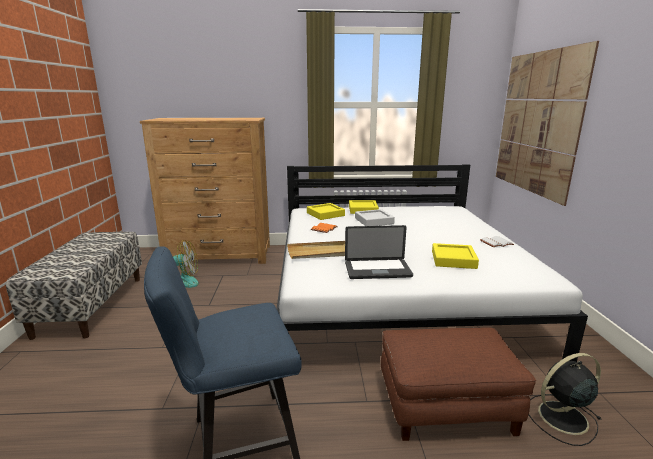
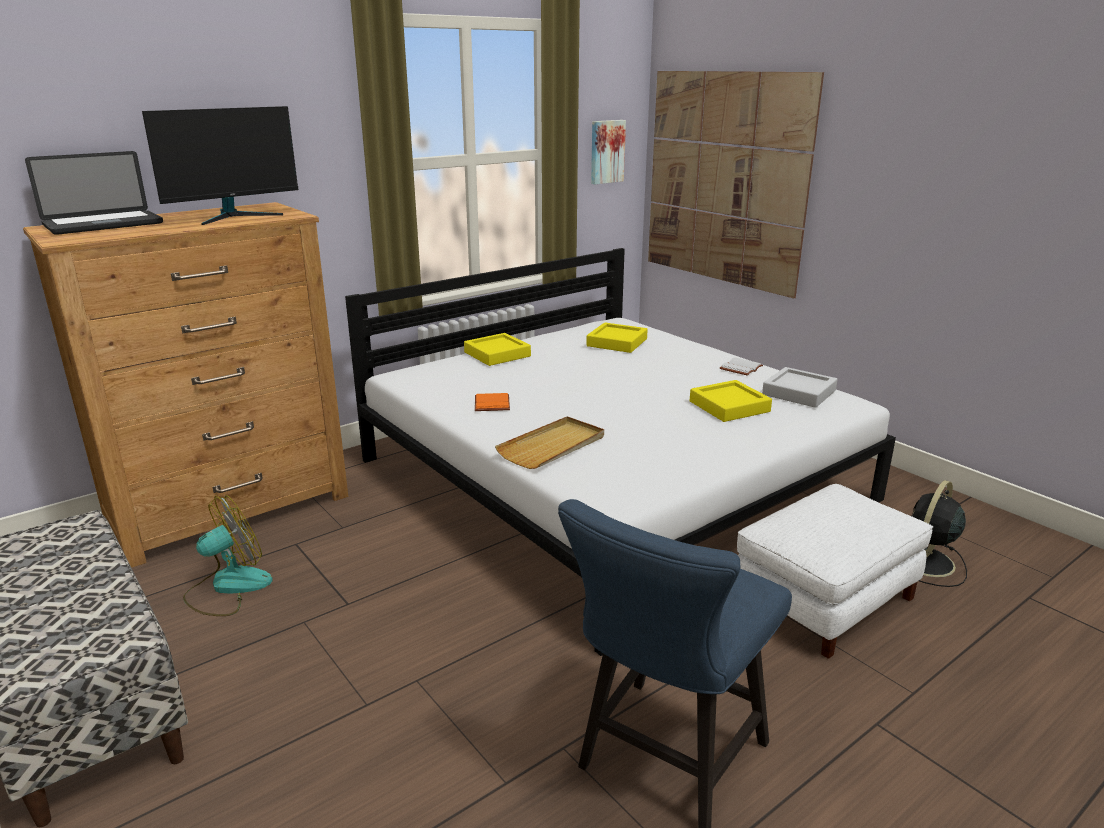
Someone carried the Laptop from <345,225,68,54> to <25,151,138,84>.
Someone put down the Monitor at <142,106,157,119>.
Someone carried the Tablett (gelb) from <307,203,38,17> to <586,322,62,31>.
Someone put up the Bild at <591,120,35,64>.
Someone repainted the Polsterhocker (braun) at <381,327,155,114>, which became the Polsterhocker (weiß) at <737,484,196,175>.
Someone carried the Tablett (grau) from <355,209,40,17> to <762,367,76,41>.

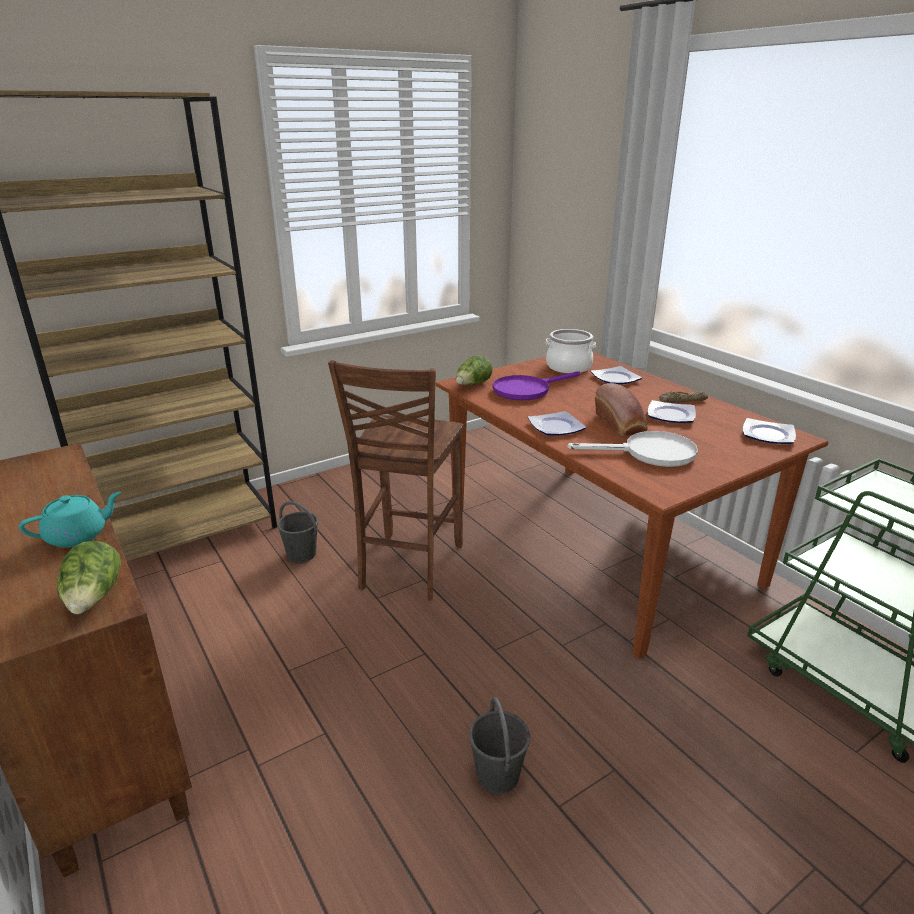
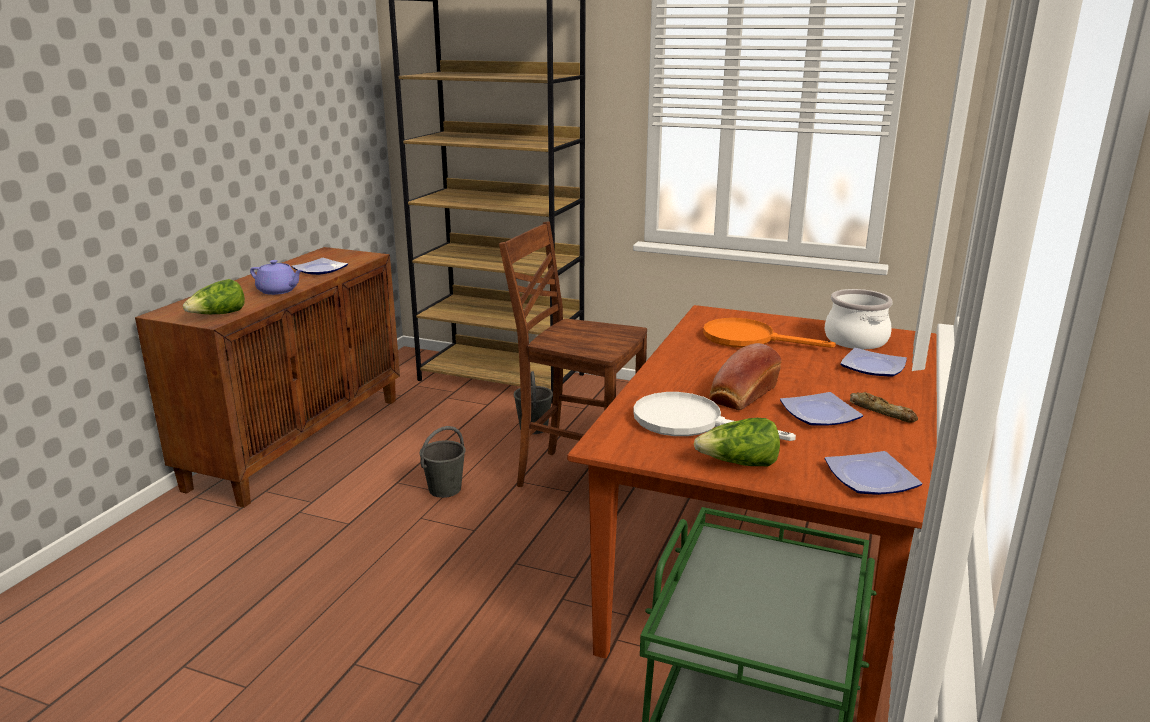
Someone repainted the Teekanne (türkis) at <19,492,102,55>, which became the Teekanne (lila) at <250,260,53,35>.
Someone carried the Teller from <528,411,58,24> to <291,258,57,17>.
Someone carried the Eimer (grau) from <469,697,61,96> to <419,426,46,72>.
Someone rotated the Stuhl (braun) at <328,360,135,241> by 45 degrees clockwise.
Someone rotated the Pfanne (weiß) at <568,431,130,36> by 150 degrees clockwise.
Someone carried the Salatkopf from <456,355,36,30> to <694,418,86,49>.
Someone repainted the Pfanne (lila) at <493,372,87,28>, which became the Pfanne (orange) at <703,318,133,30>.

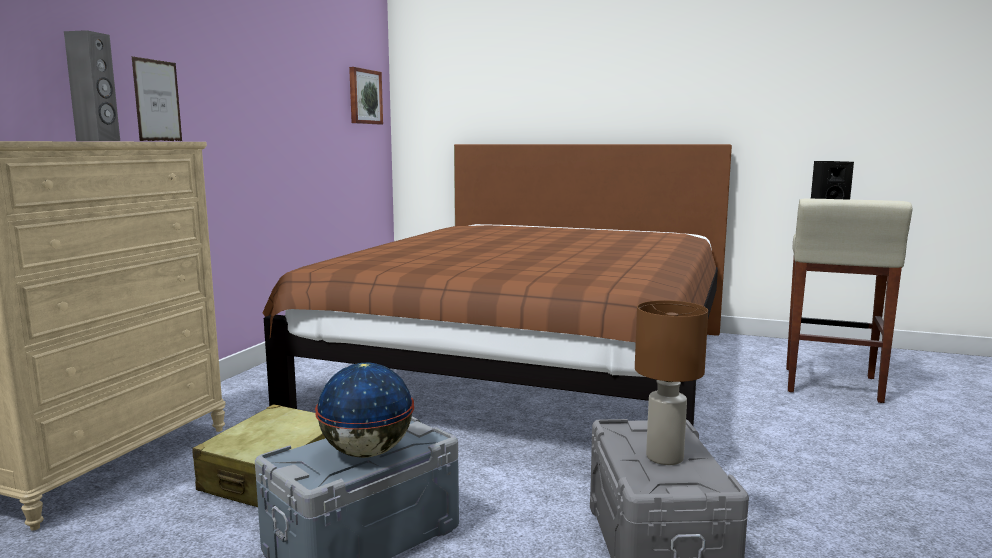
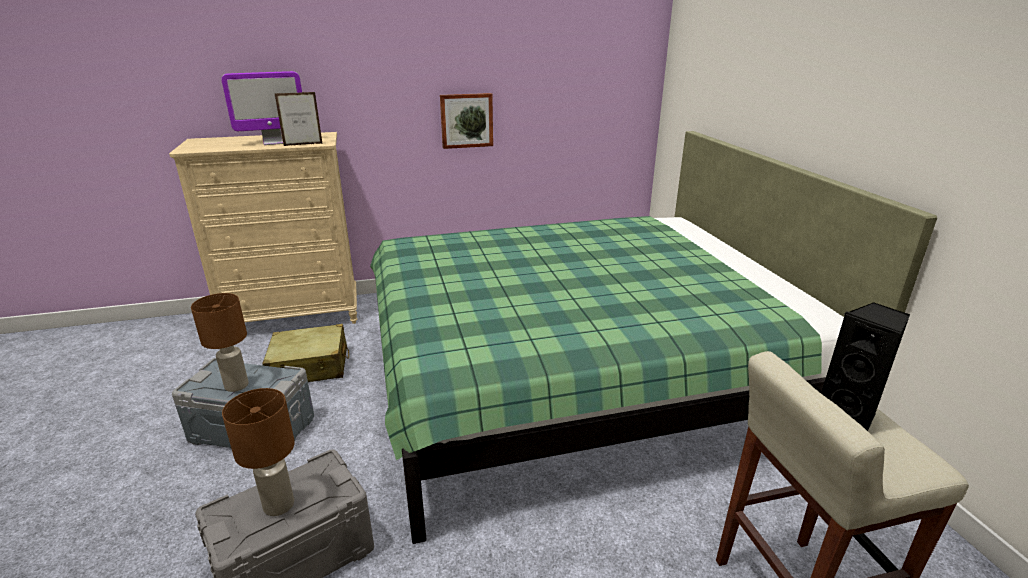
Someone swapped the Globus at <315,363,99,95> for the Tischlampe (braun) at <191,293,58,99>.
Someone swapped the Lautsprecher (grau) at <64,30,56,111> for the Monitor at <221,71,81,74>.
Someone repainted the Bett (braun) at <263,144,469,283>, which became the Bett (grün) at <370,131,567,413>.
Someone carried the Bild from <349,67,34,57> to <440,93,53,56>.

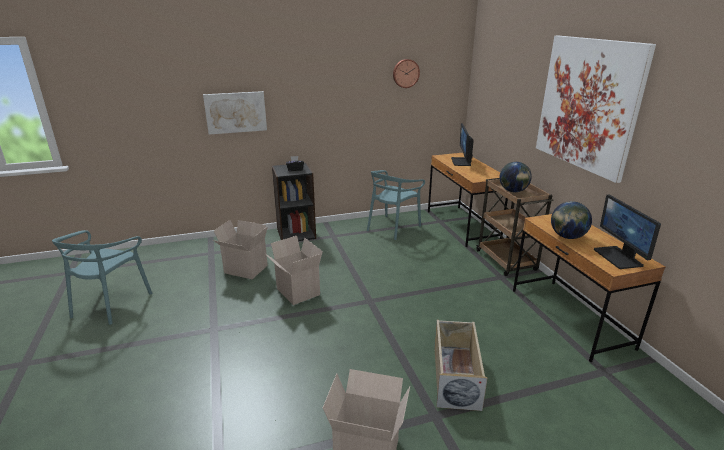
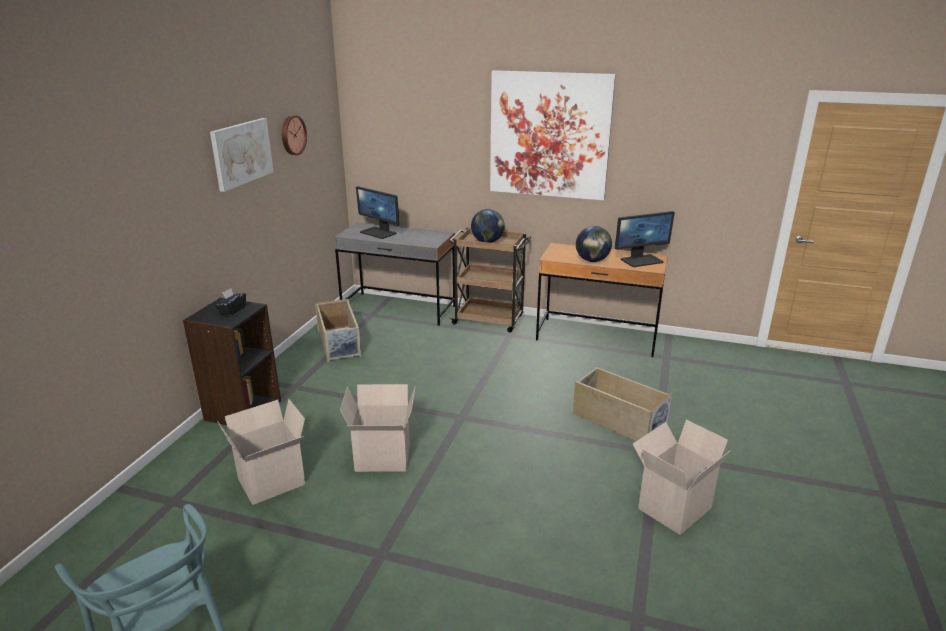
Someone carried the Bild from <203,91,64,43> to <210,118,64,74>.
Someone swapped the Stuhl (türkis) at <367,170,58,70> for the Aufbewahrungsbox (beige) at <315,299,46,63>.
Someone repainted the Schreibtisch (braun) at <428,153,80,94>, which became the Schreibtisch (grau) at <334,223,121,103>.
Someone rotated the Monitor at <594,194,67,75> by 45 degrees counterclockwise.

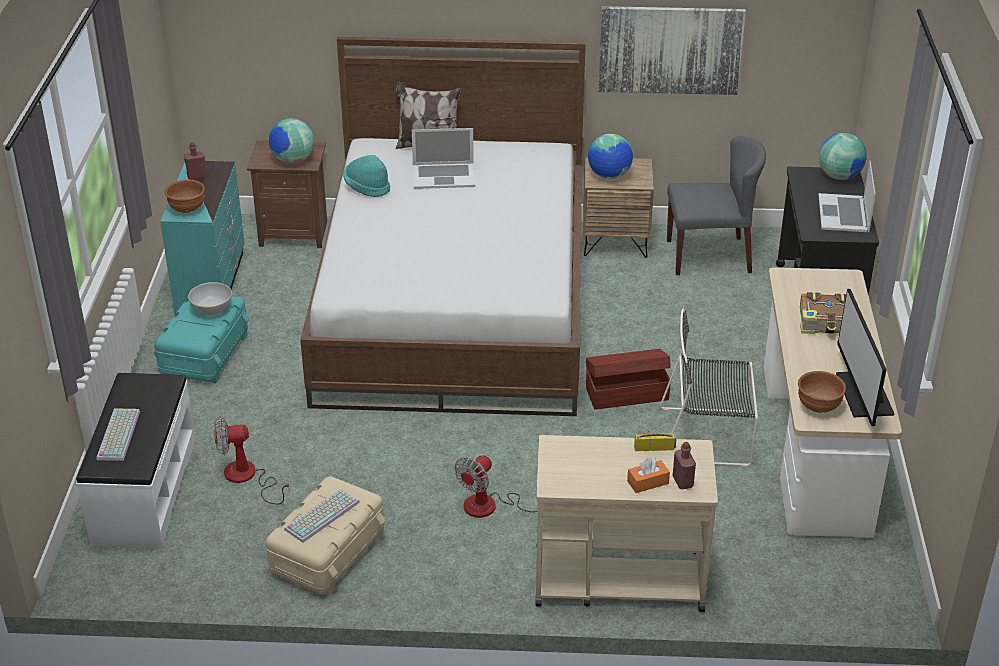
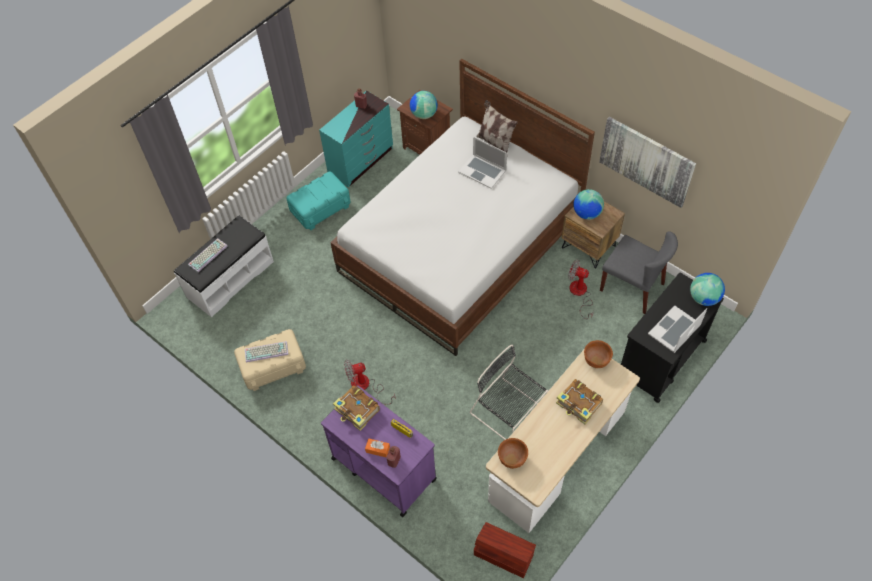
Someone repainted the Rollwagen (beige) at <535,435,183,177>, which became the Rollwagen (lila) at <321,385,115,132>.
Someone put down the Buch at <333,385,47,46>.
Someone carried the Aufbewahrungsbox (braun) from <586,349,85,61> to <474,522,62,56>.
Someone carried the Ventilator from <214,416,75,89> to <568,260,26,59>.
Someone carried the Schüssel (braun) from <165,180,40,33> to <584,340,29,28>.
Someone took away the Schüssel (weiß) at <188,282,44,34>.
Someone took away the Hut (türkis) at <343,155,47,42>.
Someone took away the Monitor at <836,289,58,137>.

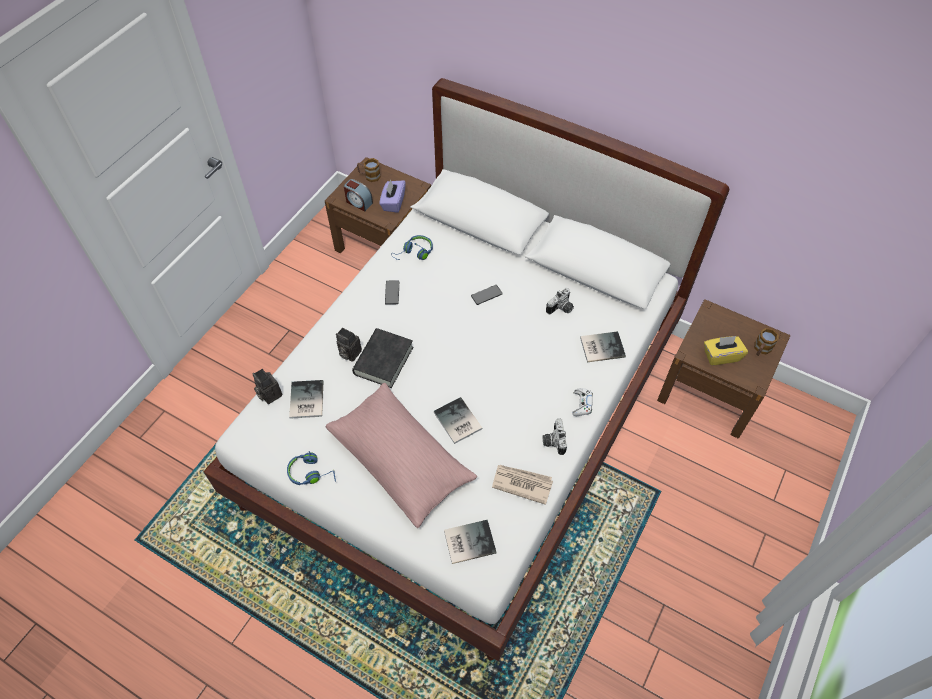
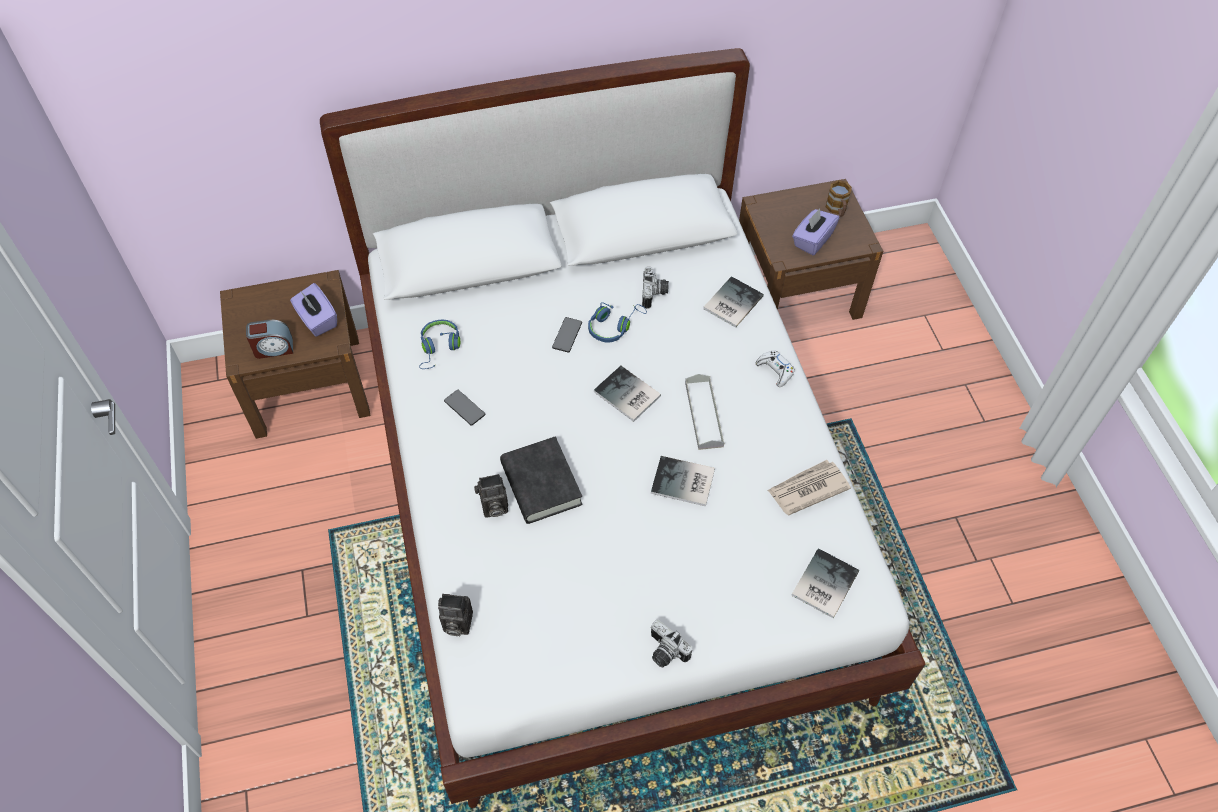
Someone carried the Kopfhörer (blau) from <287,451,49,34> to <588,302,59,41>.
Someone carried the Buch from <289,380,34,39> to <594,366,67,56>.
Someone carried the Kamera from <543,419,24,36> to <651,620,41,47>.
Someone put down the Tablett (grau) at <685,374,39,76>.
Someone repainted the Taschentuchbox (gelb) at <704,336,44,30>, which became the Taschentuchbox (lila) at <792,208,47,47>.
Someone took away the Kissen (rosa) at <325,383,152,145>.
Someone took away the Henkelbecher at <357,158,24,24>.

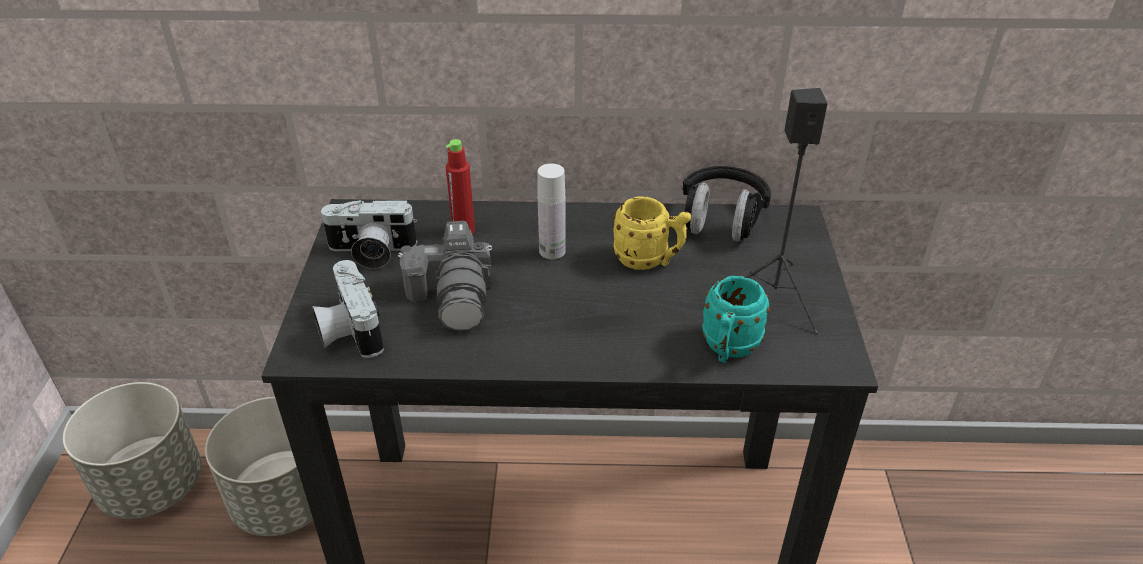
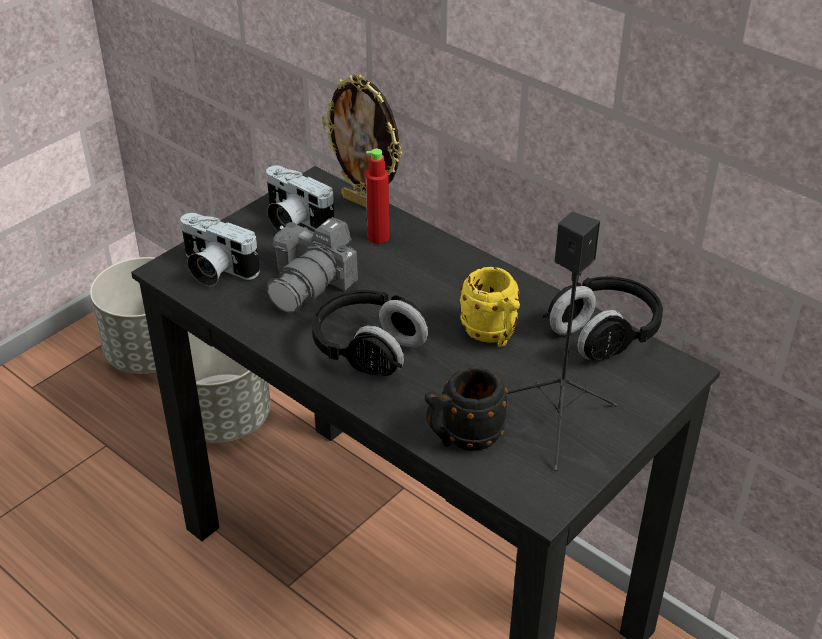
Someone rotated the Kamera at <312,260,72,98> by 75 degrees counterclockwise.
Someone put down the Kopfhörer (schwarz) at <312,290,116,86>.
Someone put down the Bilderrahmen at <322,74,80,134>.
Someone repainted the Henkelbecher (türkis) at <702,276,68,87>, which became the Henkelbecher (schwarz) at <425,367,83,84>.
Someone took away the Flasche (weiß) at <538,163,28,96>.

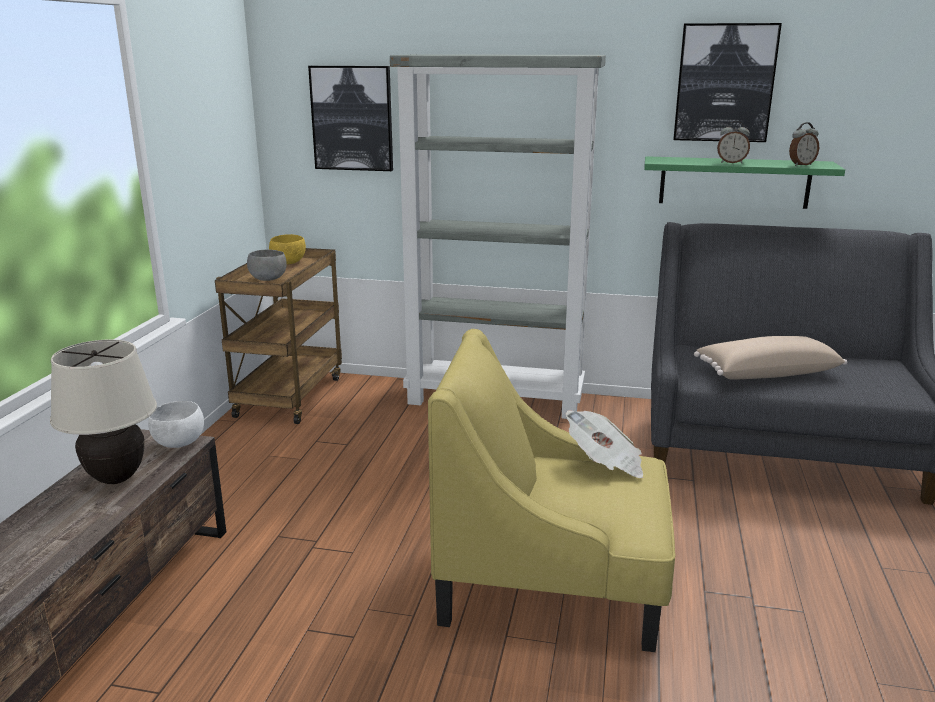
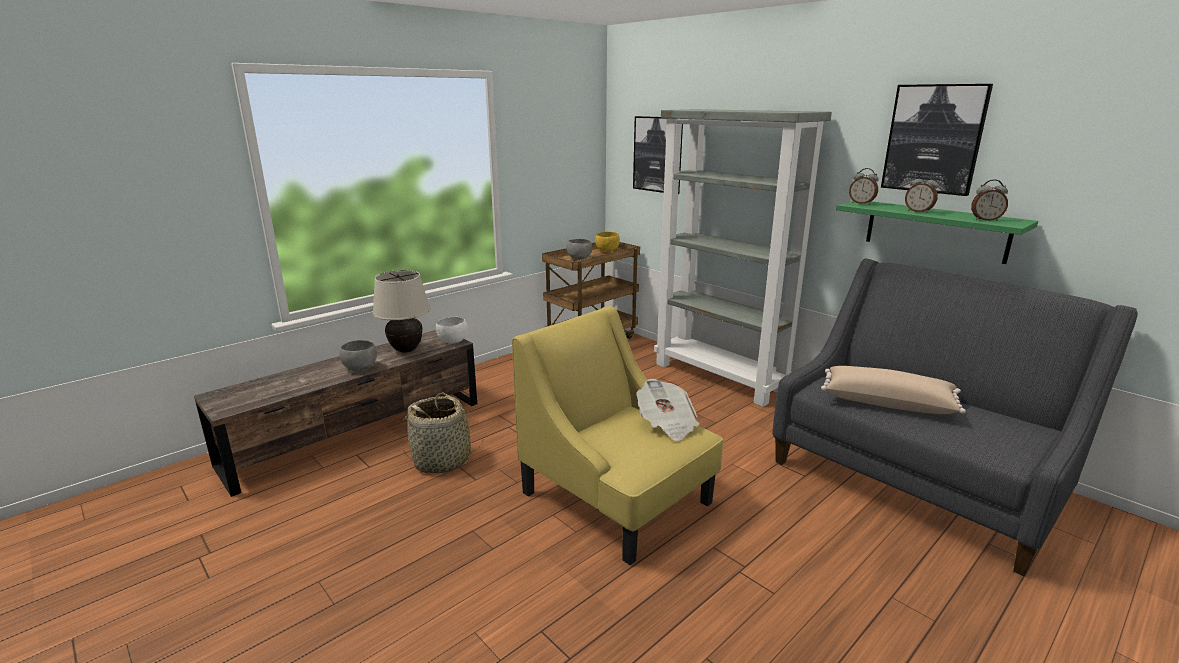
Someone put down the Schüssel (grau) at <340,340,37,30>.
Someone put down the Korb at <402,392,82,81>.
Someone put down the Wecker at <849,168,30,37>.

